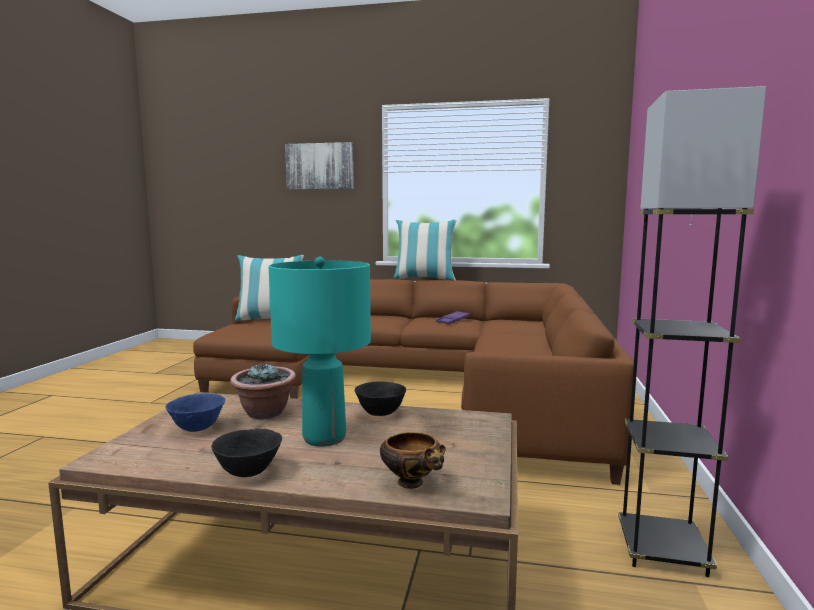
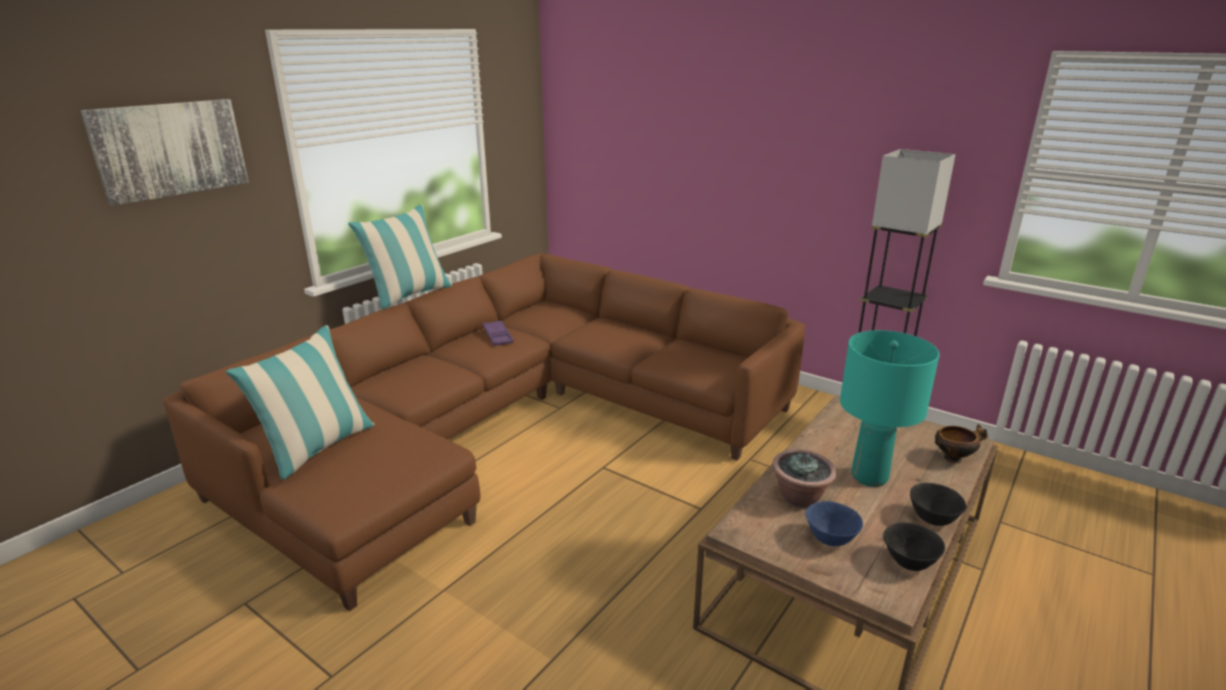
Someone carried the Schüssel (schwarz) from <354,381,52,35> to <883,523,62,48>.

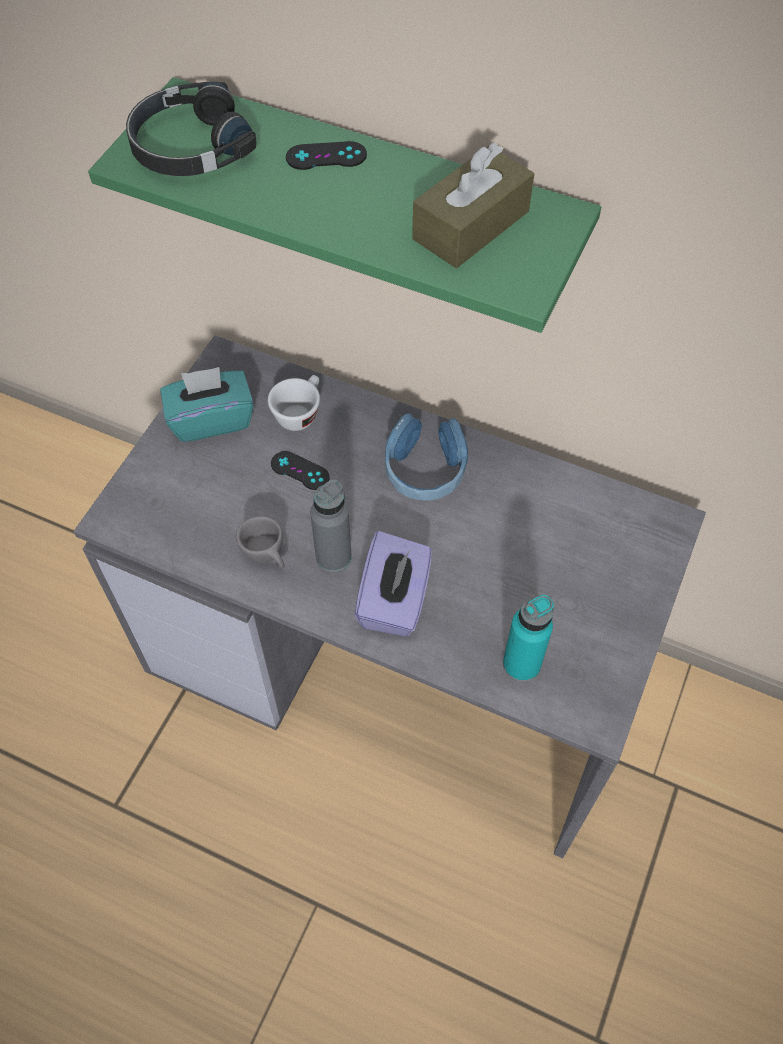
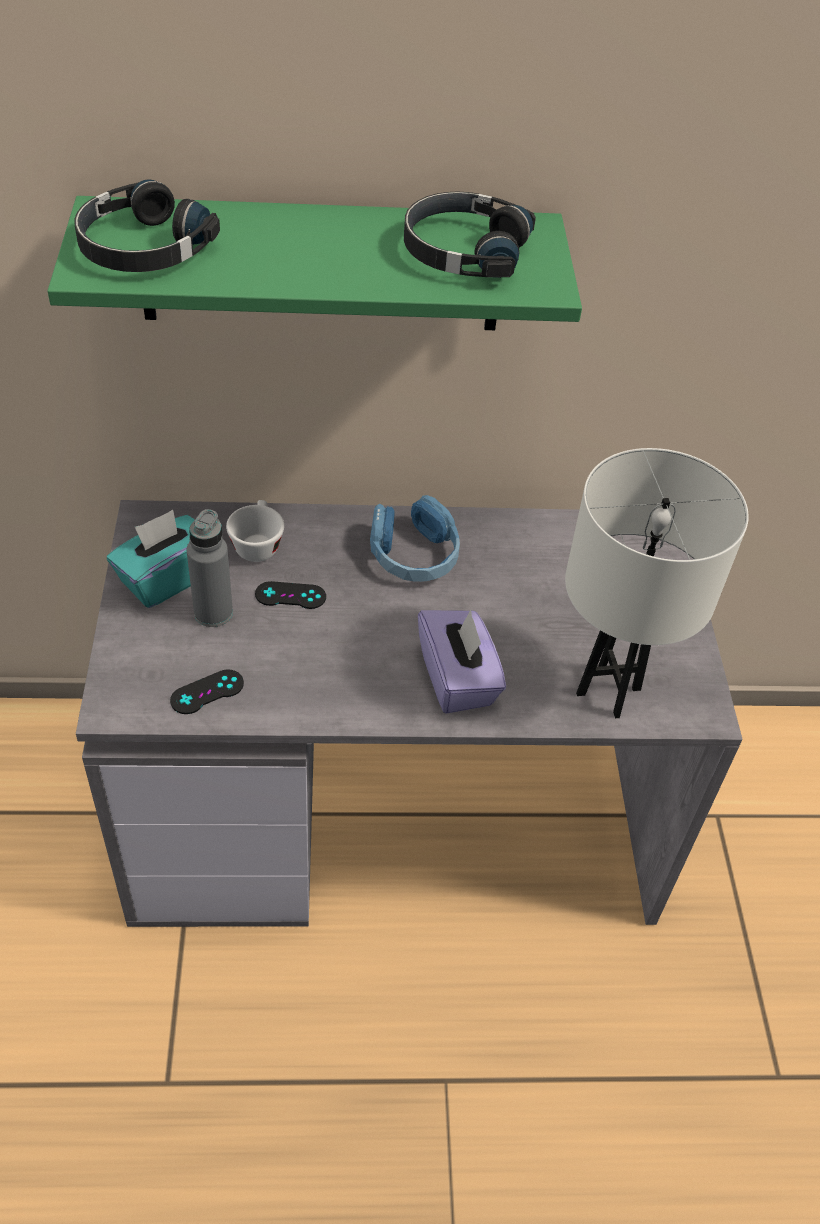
Someone carried the Gamepad (schwarz) from <286,141,81,29> to <170,669,74,45>.
Someone carried the Flasche (grau) from <310,479,42,93> to <186,509,47,118>.
Someone swapped the Taschentuchbox (braun) at <412,143,122,125> for the Kopfhörer (schwarz) at <404,191,132,87>.
Someone swapped the Flasche (türkis) at <503,595,51,87> for the Tischlampe (weiß) at <565,448,184,270>.
Someone took away the Tasse (grau) at <236,516,48,53>.

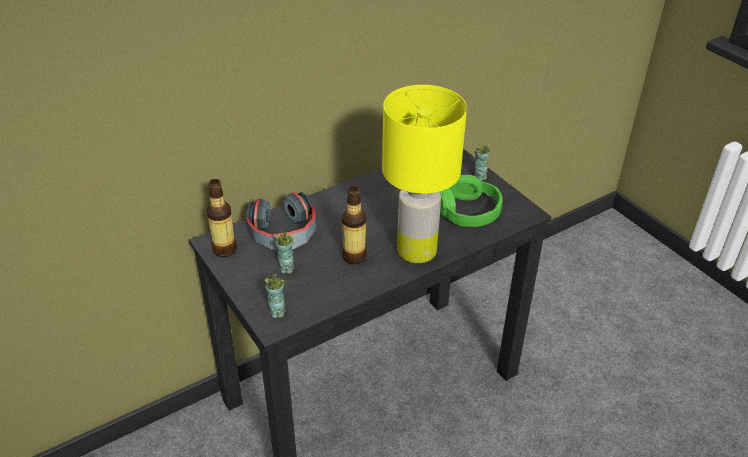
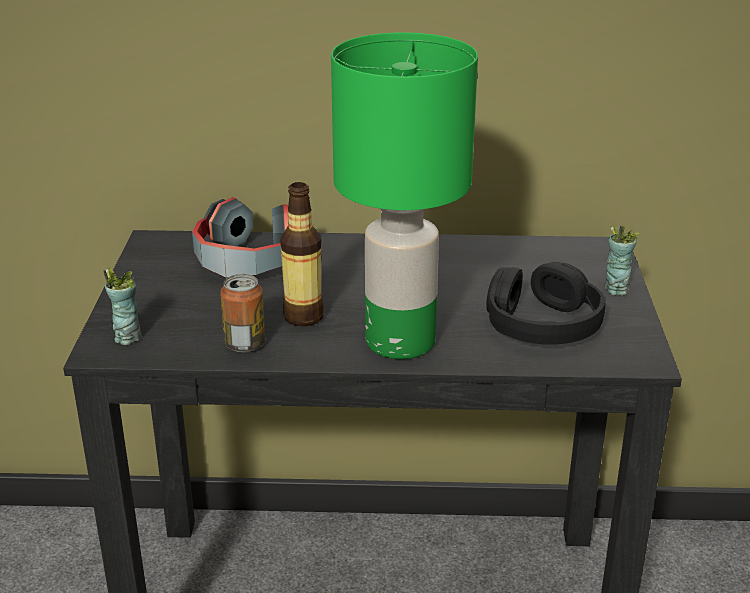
Someone put down the Dose at <220,274,45,78>.
Someone repainted the Tischlampe (gelb) at <382,85,85,178>, which became the Tischlampe (grün) at <331,32,147,327>.
Someone repainted the Kopfhörer (grün) at <440,175,63,52>, which became the Kopfhörer (schwarz) at <486,262,120,83>.
Someone took away the Flasche at <206,179,31,78>.
Someone took away the Tasse at <275,232,20,42>.

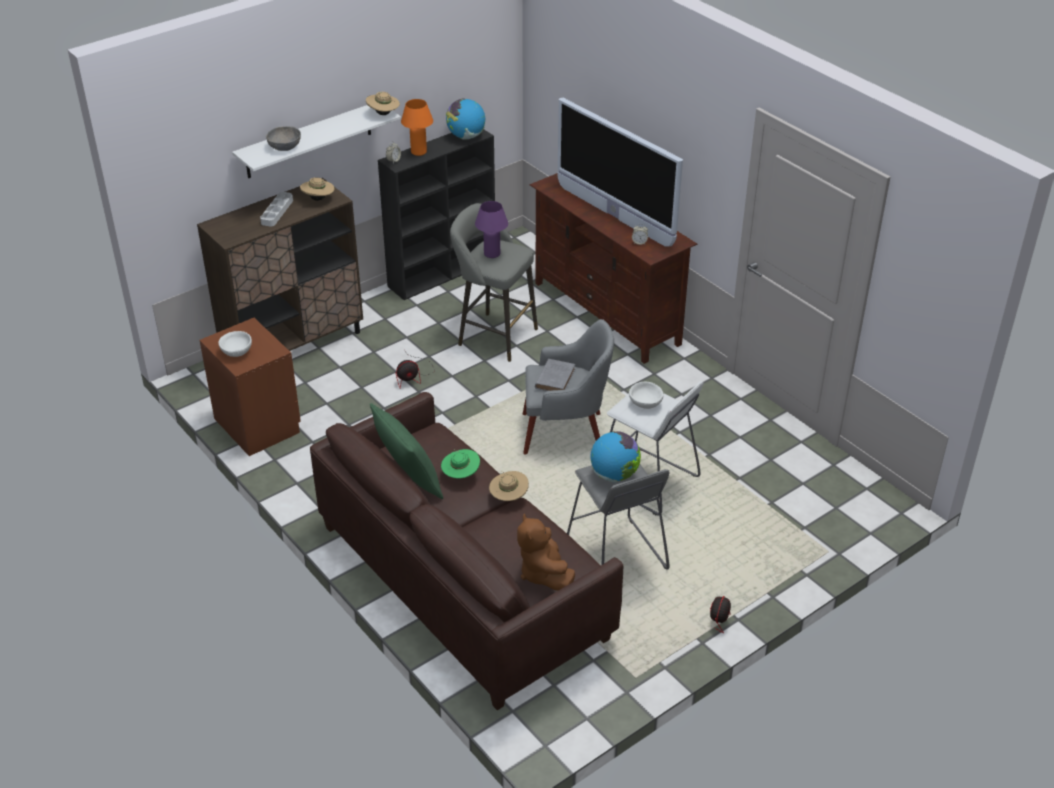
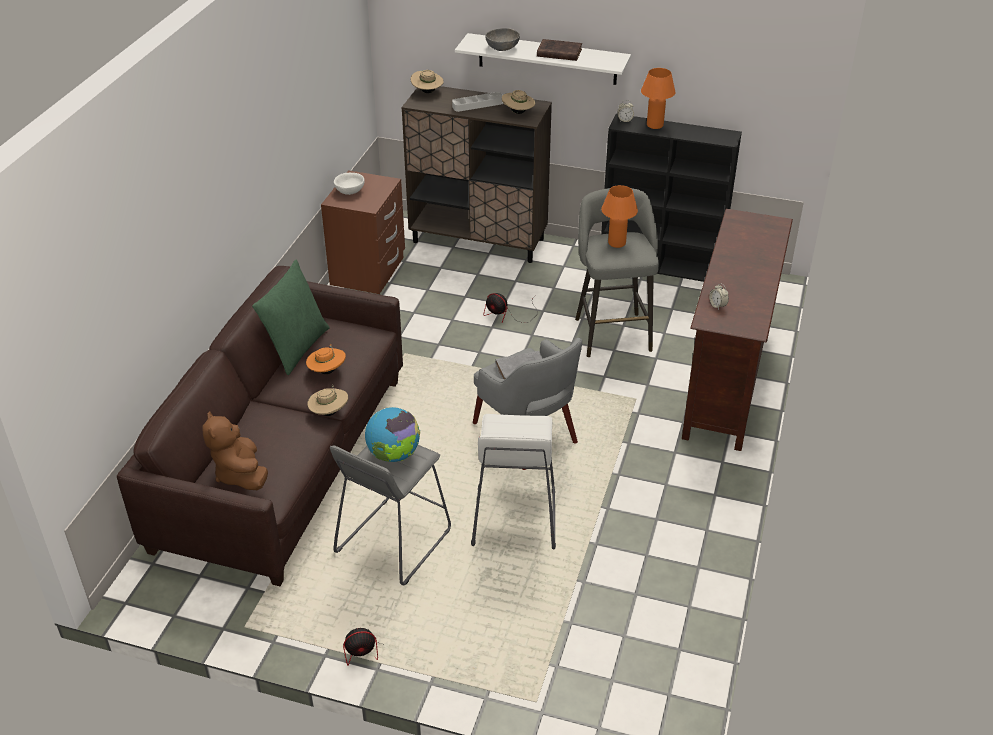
Someone rotated the Plüschtier (braun) at <517,513,58,78> by 60 degrees counterclockwise.
Someone repainted the Hut (grün) at <441,449,39,30>, which became the Hut (orange) at <306,344,40,30>.
Someone carried the Hut (beige) from <366,92,34,23> to <411,70,33,23>.
Someone put down the Buch (braun) at <537,39,45,22>.
Someone repainted the Tischlampe (lila) at <475,201,33,57>, which became the Tischlampe (orange) at <601,185,37,63>.
Someone took away the Globus at <446,98,39,42>.
Someone took away the Fernseher at <558,98,125,149>.
Someone took away the Schüssel (weiß) at <629,382,35,27>.

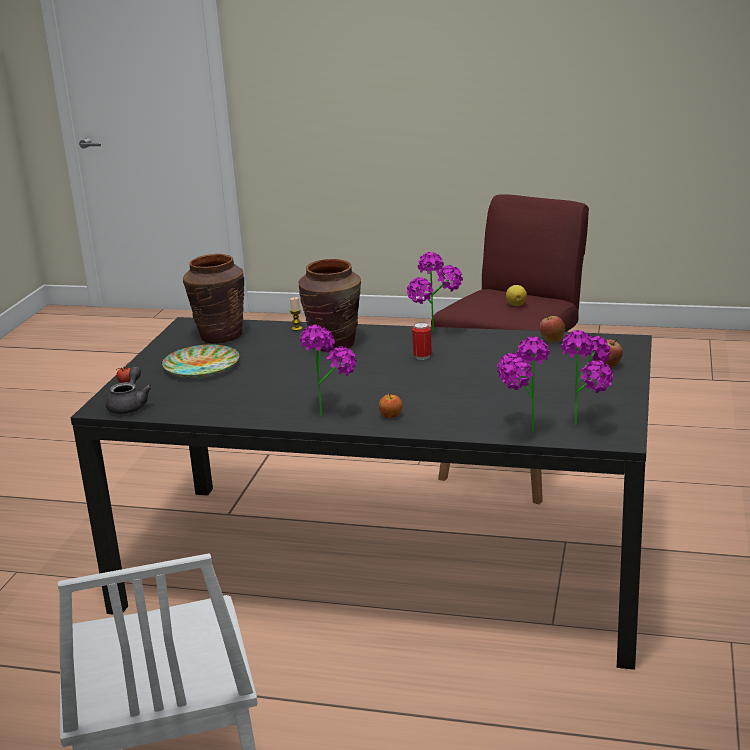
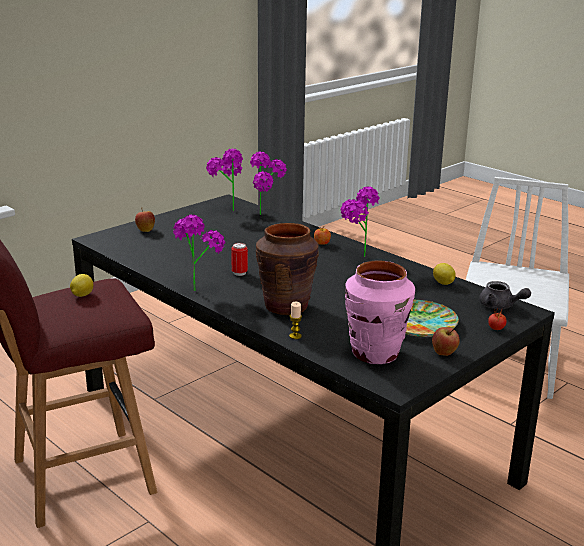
Someone repainted the Vase (braun) at <183,254,61,90>, which became the Vase (rosa) at <345,260,70,104>.
Someone carried the Apfel from <540,314,25,29> to <432,327,28,29>.
Someone put down the Zitrone at <433,263,23,22>.
Someone rotated the Teekanne (grau) at <106,366,46,48> by 90 degrees counterclockwise.

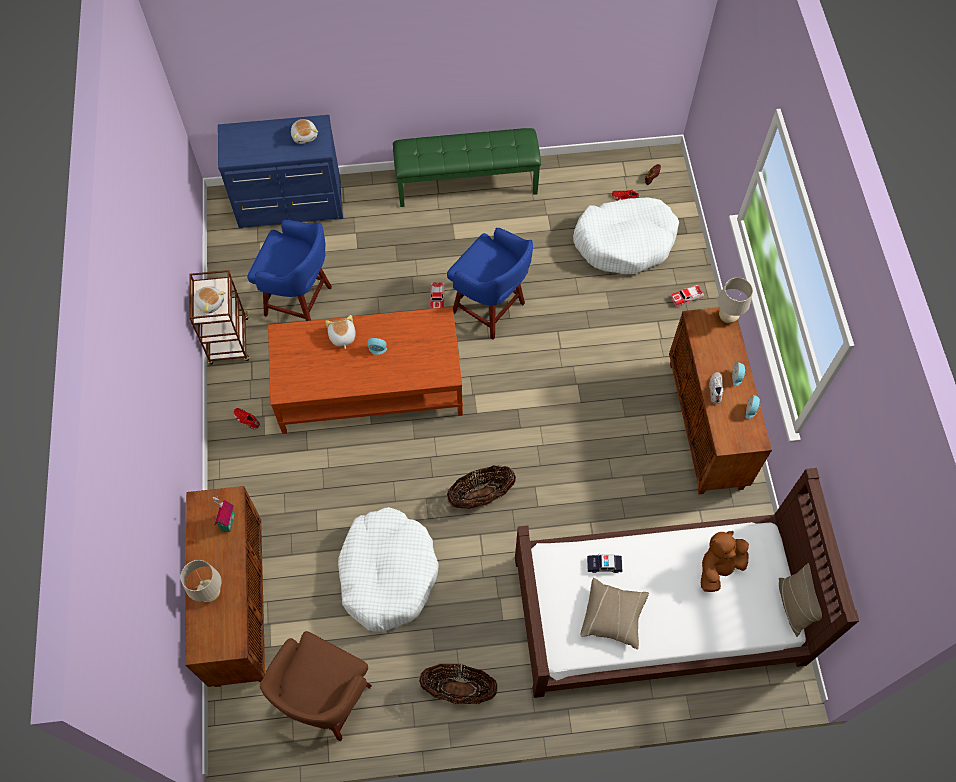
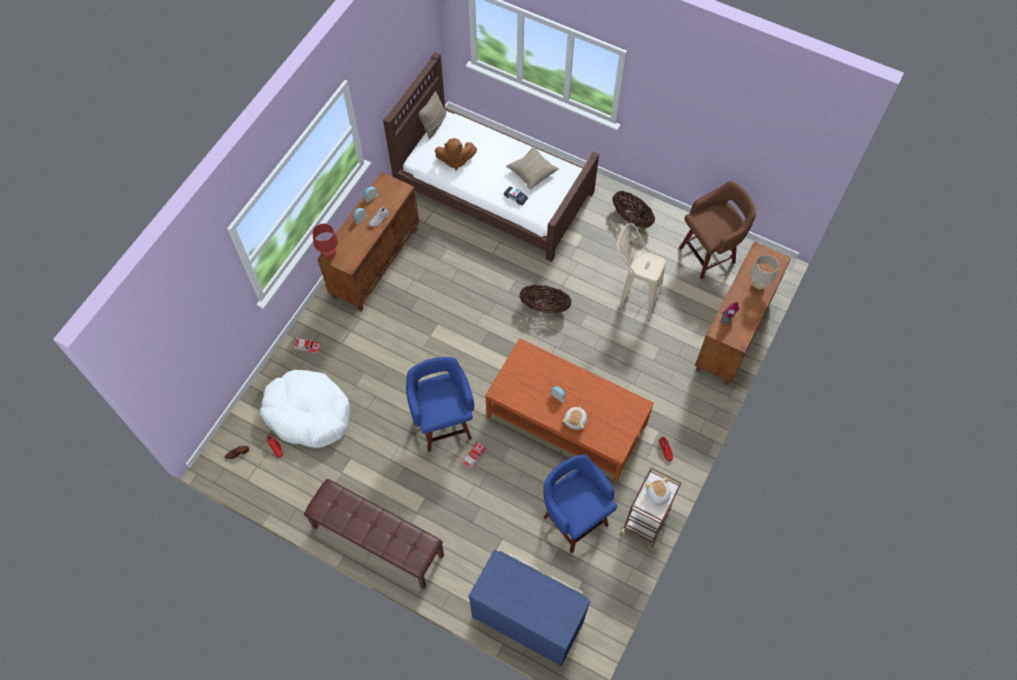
Someone repainted the Bank (grün) at <393,128,148,79>, which became the Bank (braun) at <304,479,140,110>.
Someone repainted the Tischlampe (beige) at <718,278,35,45>, which became the Tischlampe (rot) at <312,223,26,35>.
Someone swapped the Hundebett (weiß) at <338,507,101,125> for the Hocker (beige) at <617,223,49,98>.
Someone took away the Plüschtier at <291,119,27,25>.

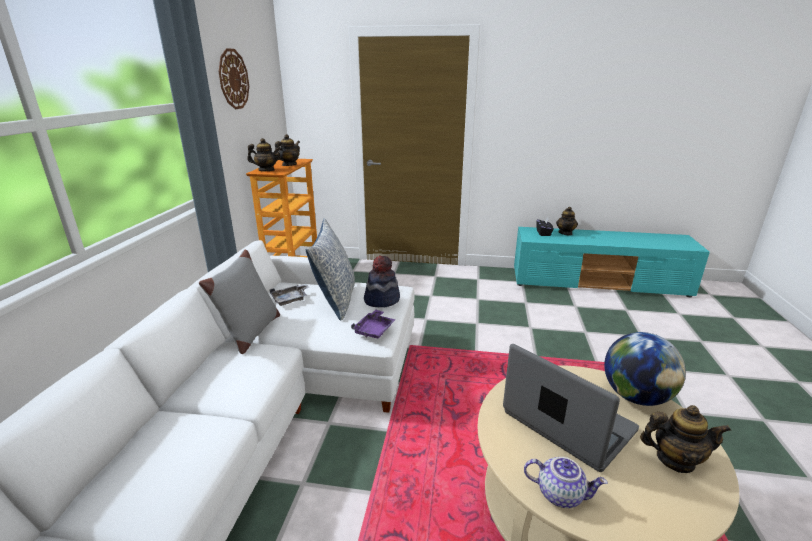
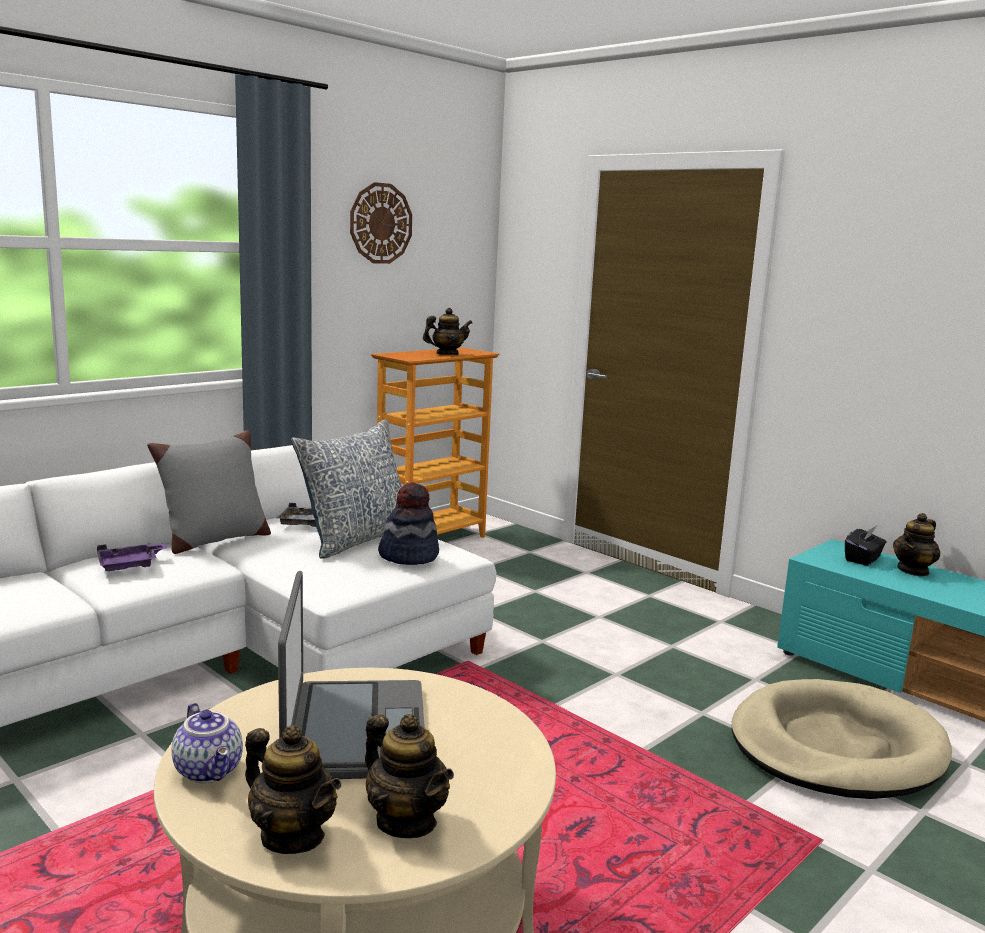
Someone carried the Tablett (lila) from <351,310,45,28> to <97,543,70,28>.
Someone carried the Teekanne from <247,138,34,33> to <245,725,96,129>.
Someone put down the Hundebett (beige) at <732,679,220,120>.
Someone took away the Globus at <604,332,82,74>.

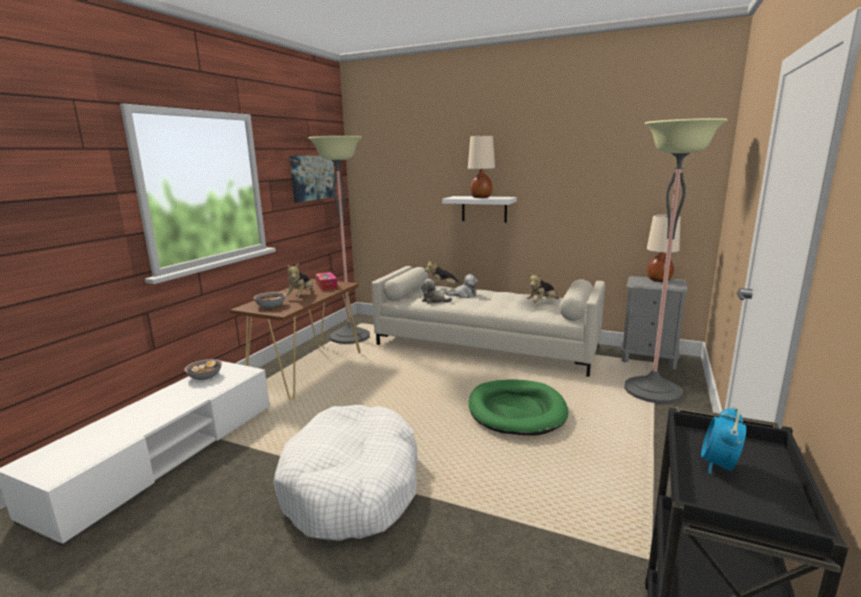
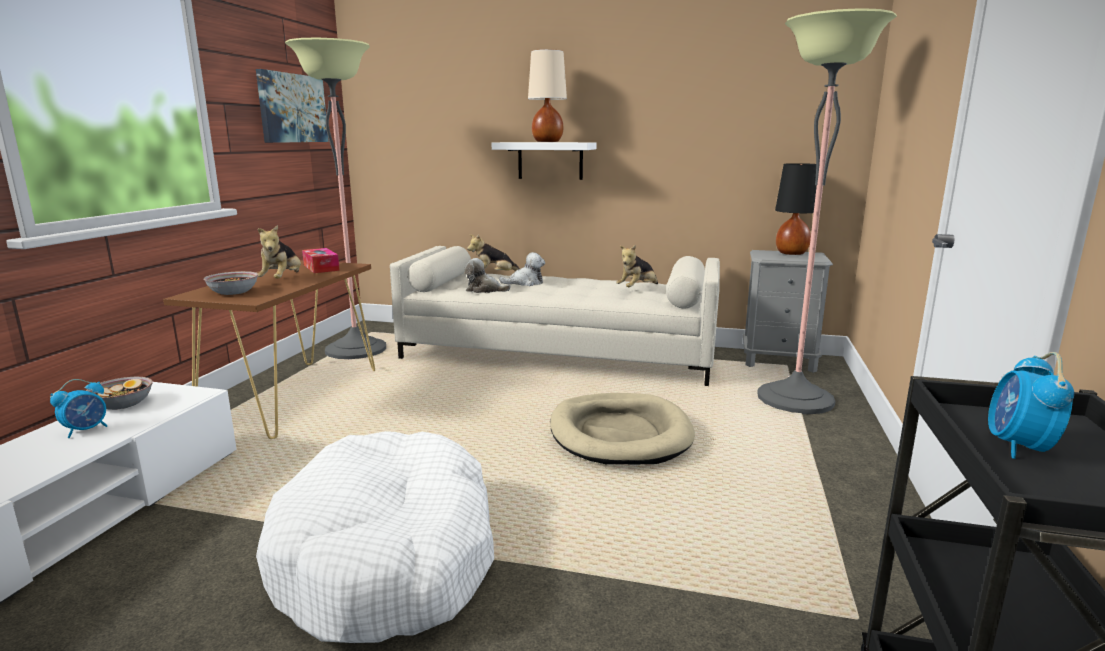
Someone put down the Wecker at <50,379,57,59>.
Someone repainted the Hundebett (grün) at <469,380,99,56>, which became the Hundebett (beige) at <550,393,145,71>.
Someone repainted the Tischlampe (beige) at <647,214,34,68>, which became the Tischlampe (schwarz) at <775,163,42,92>.

